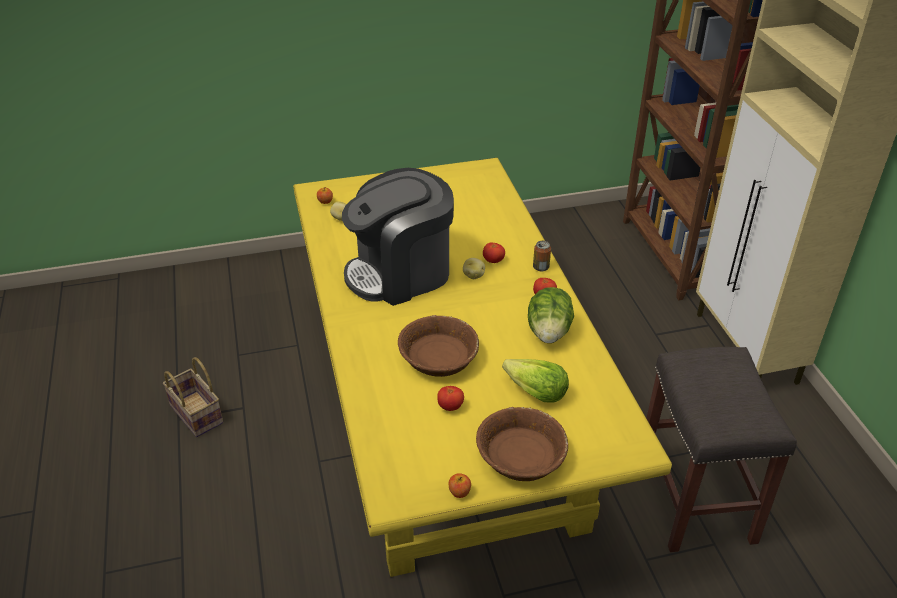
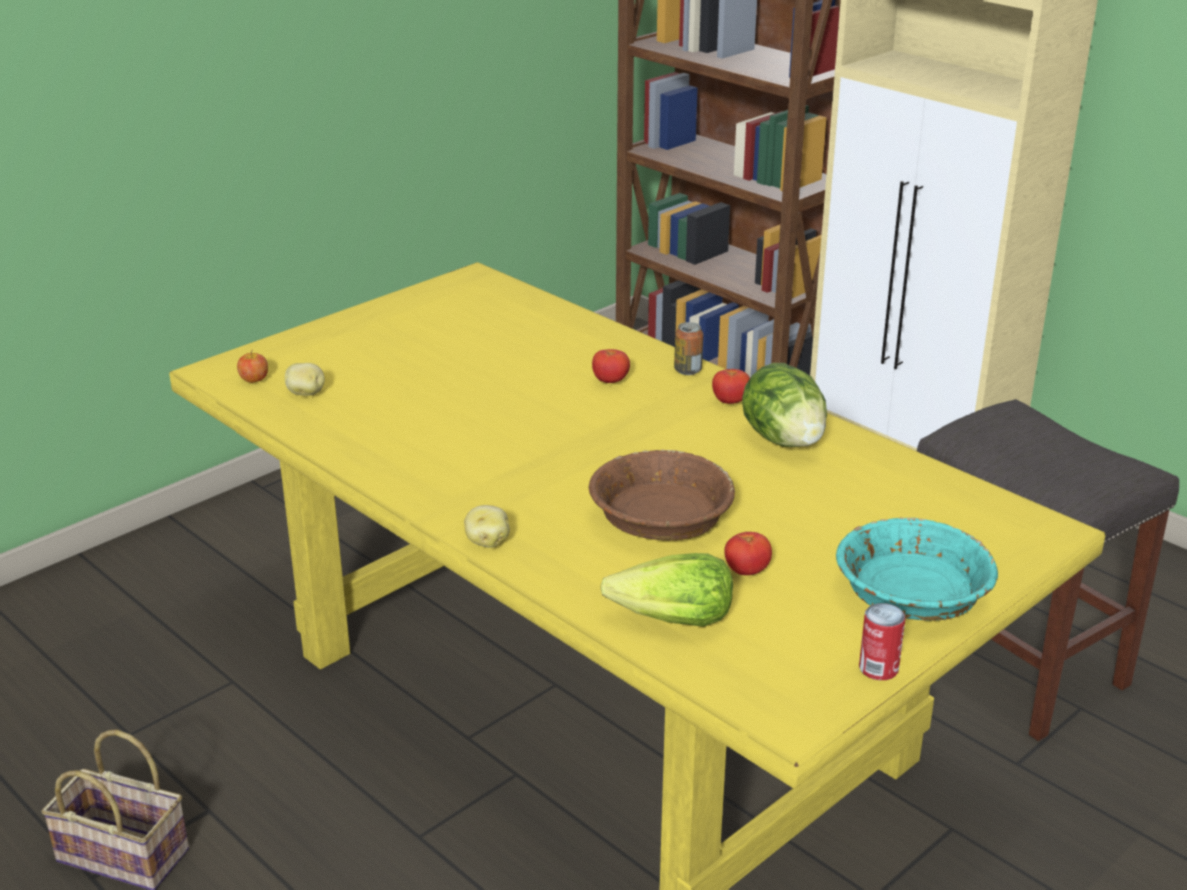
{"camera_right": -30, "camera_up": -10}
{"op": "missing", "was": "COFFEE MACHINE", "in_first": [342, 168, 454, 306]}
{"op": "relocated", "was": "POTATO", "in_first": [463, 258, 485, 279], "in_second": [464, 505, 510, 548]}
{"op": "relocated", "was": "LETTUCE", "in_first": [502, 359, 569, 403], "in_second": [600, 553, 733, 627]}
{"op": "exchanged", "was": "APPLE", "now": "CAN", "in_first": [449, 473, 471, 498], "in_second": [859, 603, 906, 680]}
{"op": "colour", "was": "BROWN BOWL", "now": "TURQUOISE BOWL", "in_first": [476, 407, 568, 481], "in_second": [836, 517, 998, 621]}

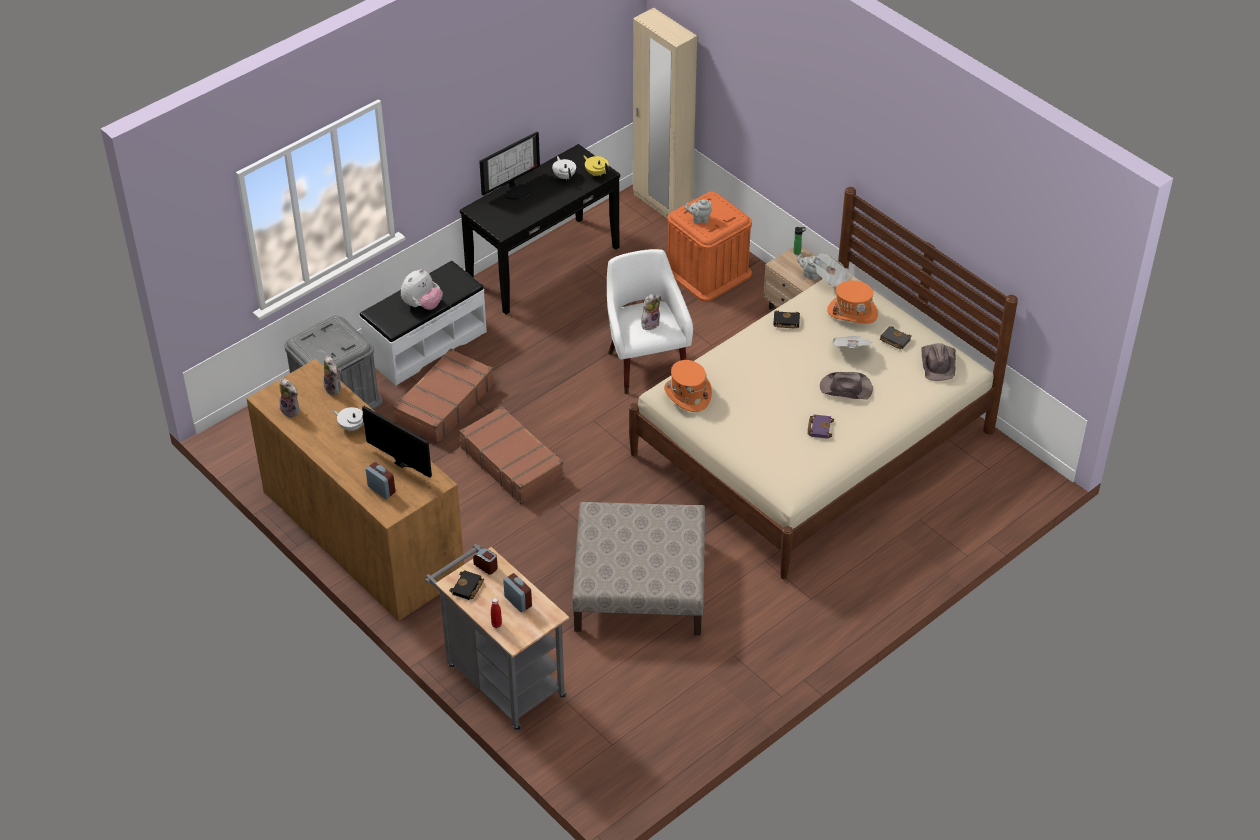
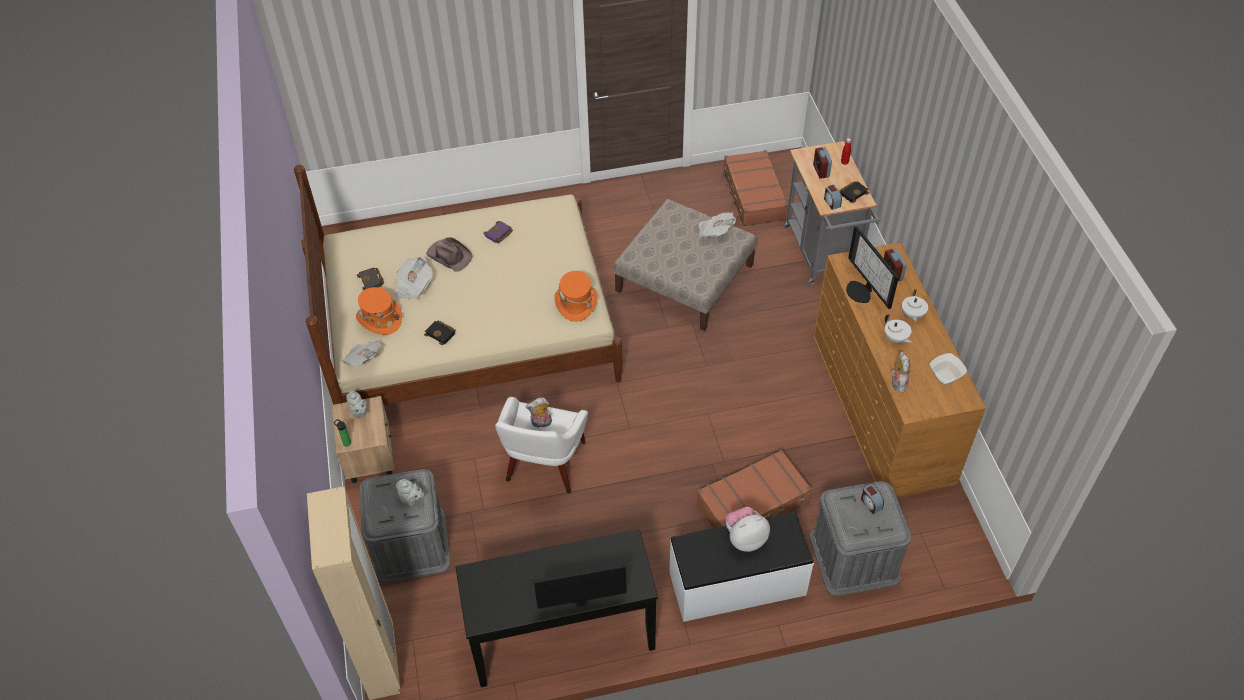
{"camera_right": -150, "camera_up": 5}
{"op": "missing", "was": "YELLOW TEAPOT", "in_first": [583, 155, 609, 176]}
{"op": "missing", "was": "BROWN HAT", "in_first": [921, 343, 956, 381]}
{"op": "appeared", "now": "NEWSPAPER", "in_second": [699, 213, 736, 238]}
{"op": "appeared", "now": "ALARM CLOCK", "in_second": [861, 484, 884, 514]}
{"op": "relocated", "was": "BROWN SUITCASE", "in_first": [460, 406, 564, 505], "in_second": [722, 150, 788, 227]}
{"op": "relocated", "was": "WHITE TEAPOT", "in_first": [552, 156, 576, 180], "in_second": [902, 289, 928, 322]}
{"op": "exchanged", "was": "PLUSH TOY", "now": "BOWL", "in_first": [279, 378, 299, 418], "in_second": [930, 353, 967, 385]}
{"op": "colour", "was": "ORANGE STORAGE BOX", "now": "GREY STORAGE BOX", "in_first": [667, 191, 752, 302], "in_second": [359, 469, 450, 583]}

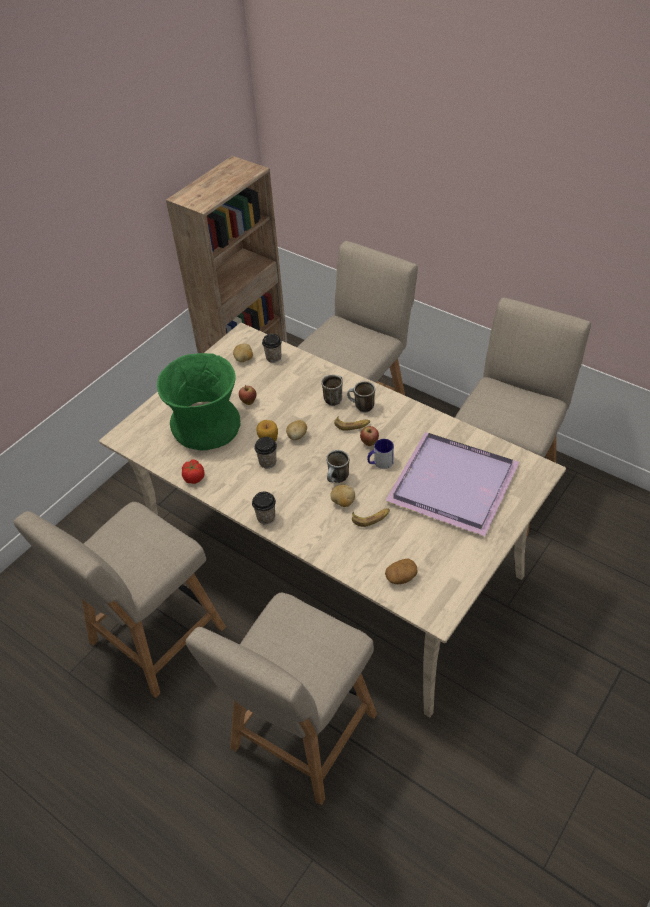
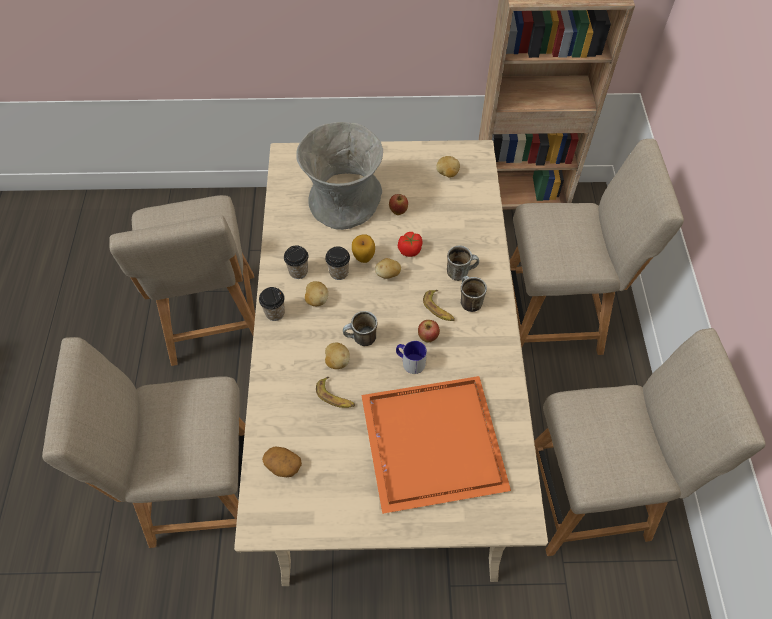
{"camera_right": 50, "camera_up": 10}
{"op": "appeared", "now": "POTATO", "in_second": [305, 281, 328, 306]}
{"op": "relocated", "was": "TOMATO", "in_first": [182, 459, 205, 484], "in_second": [398, 232, 422, 257]}
{"op": "relocated", "was": "CUP", "in_first": [262, 334, 282, 363], "in_second": [284, 245, 308, 279]}
{"op": "colour", "was": "GREEN VASE", "now": "GREY VASE", "in_first": [157, 353, 241, 450], "in_second": [297, 122, 383, 230]}
{"op": "colour", "was": "PURPLE TRAY", "now": "ORANGE TRAY", "in_first": [385, 432, 520, 536], "in_second": [361, 376, 511, 514]}
{"op": "spun", "was": "BEIGE CHAIR", "in_first": [14, 502, 226, 698], "in_second": [109, 195, 255, 366], "clockwise": -105}

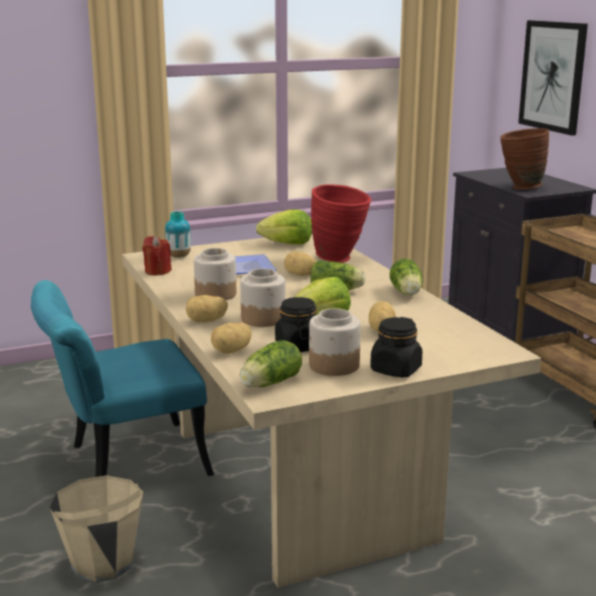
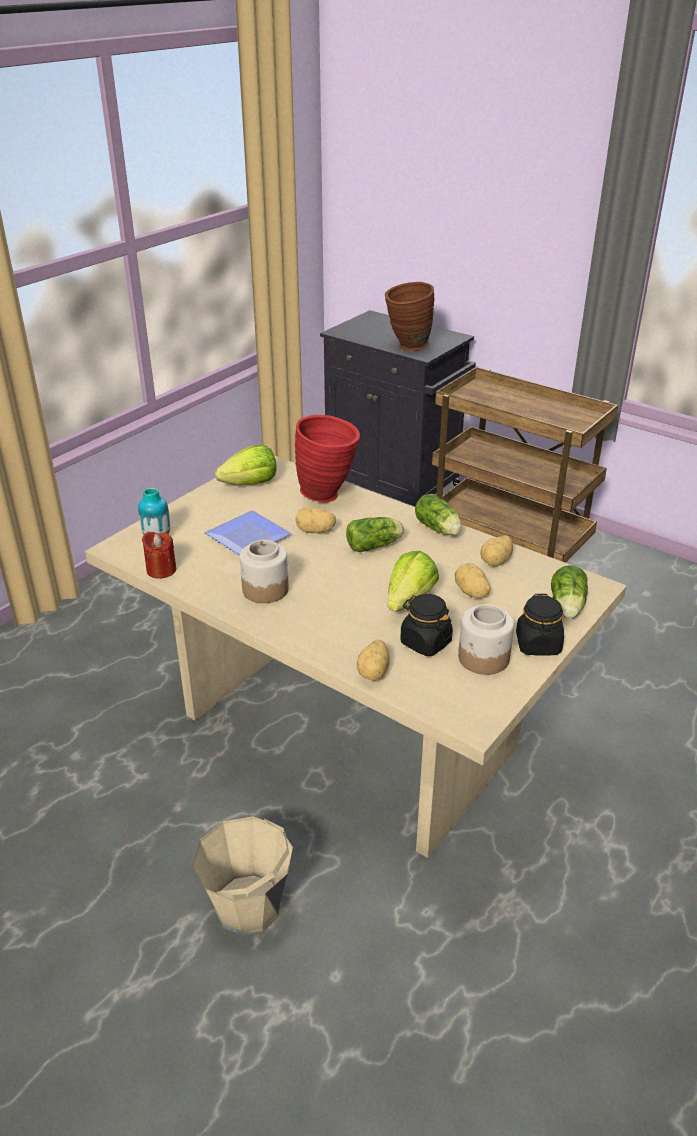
{"camera_right": -30, "camera_up": 15}
{"op": "missing", "was": "TURQUOISE CHAIR", "in_first": [31, 280, 214, 477]}
{"op": "missing", "was": "JAR", "in_first": [240, 269, 286, 327]}
{"op": "missing", "was": "PICTURE", "in_first": [518, 20, 588, 136]}
{"op": "relocated", "was": "POTATO", "in_first": [186, 295, 228, 322], "in_second": [480, 535, 513, 566]}
{"op": "relocated", "was": "LETTUCE", "in_first": [240, 340, 302, 387], "in_second": [551, 565, 588, 618]}

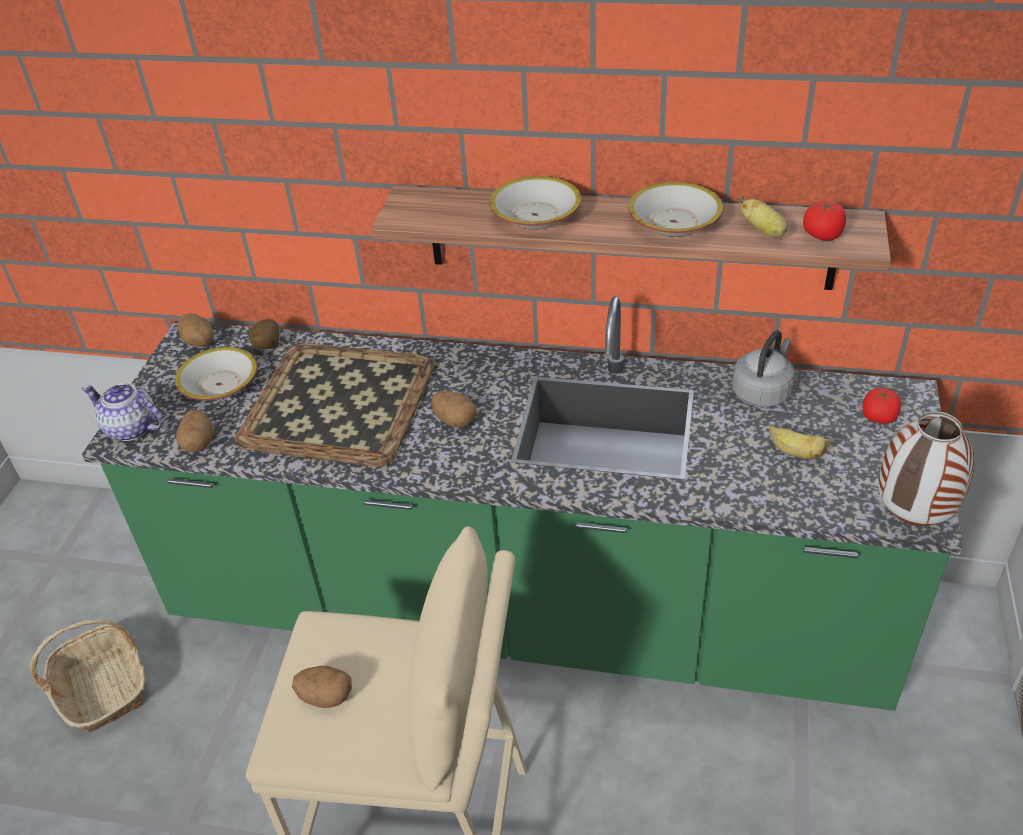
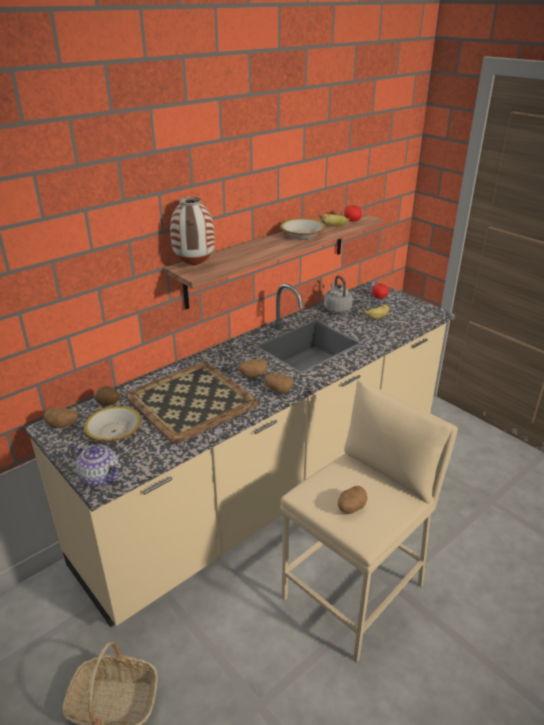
{"camera_right": -55, "camera_up": -10}
{"op": "missing", "was": "BOWL", "in_first": [489, 176, 582, 230]}
{"op": "relocated", "was": "POTATO", "in_first": [176, 410, 214, 452], "in_second": [264, 373, 294, 393]}
{"op": "relocated", "was": "VASE", "in_first": [878, 411, 975, 526], "in_second": [170, 197, 215, 266]}
{"op": "colour", "was": "GREEN COUNTER", "now": "BEIGE COUNTER", "in_first": [82, 296, 963, 711], "in_second": [25, 281, 455, 627]}
{"op": "spun", "was": "TEAPOT", "in_first": [82, 383, 164, 441], "in_second": [71, 444, 122, 487], "clockwise": -120}

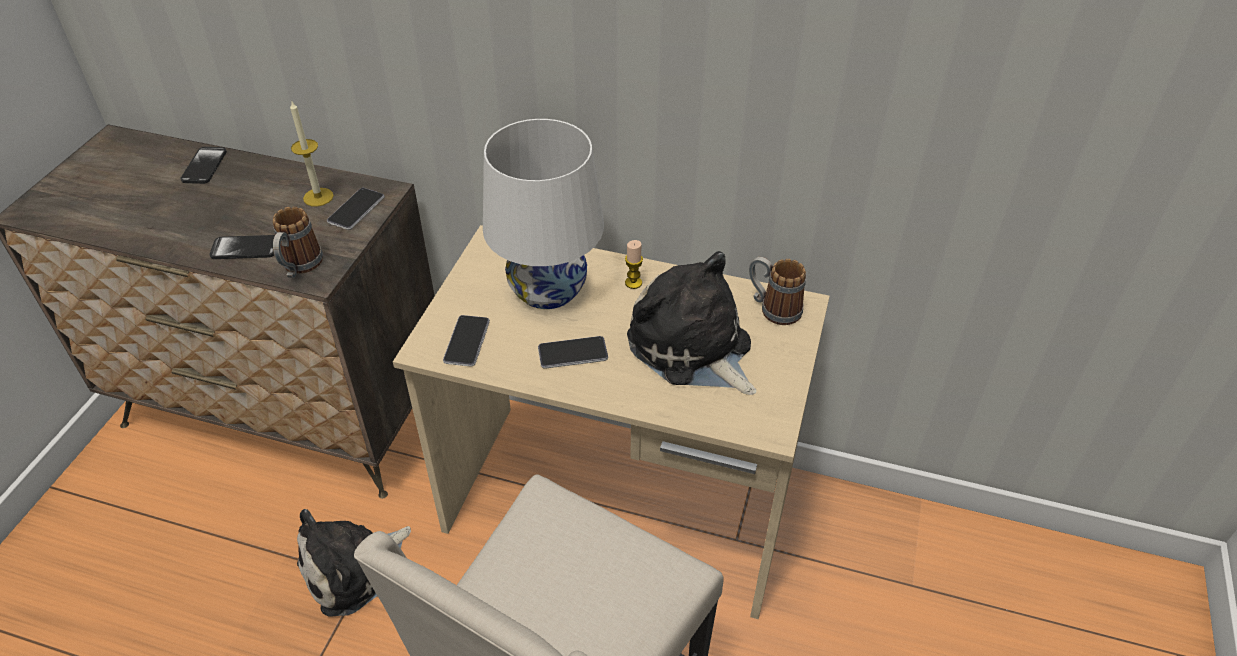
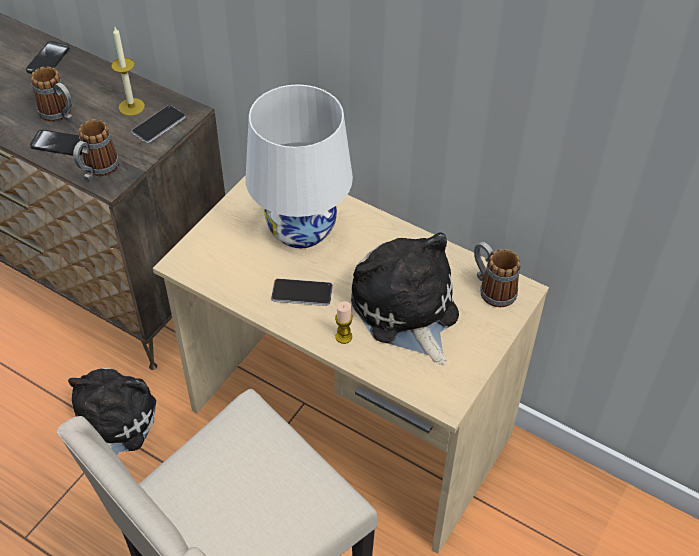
{"camera_right": 15, "camera_up": 5}
{"op": "missing", "was": "PHONE", "in_first": [443, 315, 490, 367]}
{"op": "appeared", "now": "MUG", "in_second": [31, 66, 72, 122]}
{"op": "relocated", "was": "CANDLE", "in_first": [625, 240, 643, 289], "in_second": [335, 301, 353, 344]}
{"op": "spun", "was": "PLUSH TOY", "in_first": [297, 509, 411, 617], "in_second": [68, 368, 156, 455], "clockwise": 120}

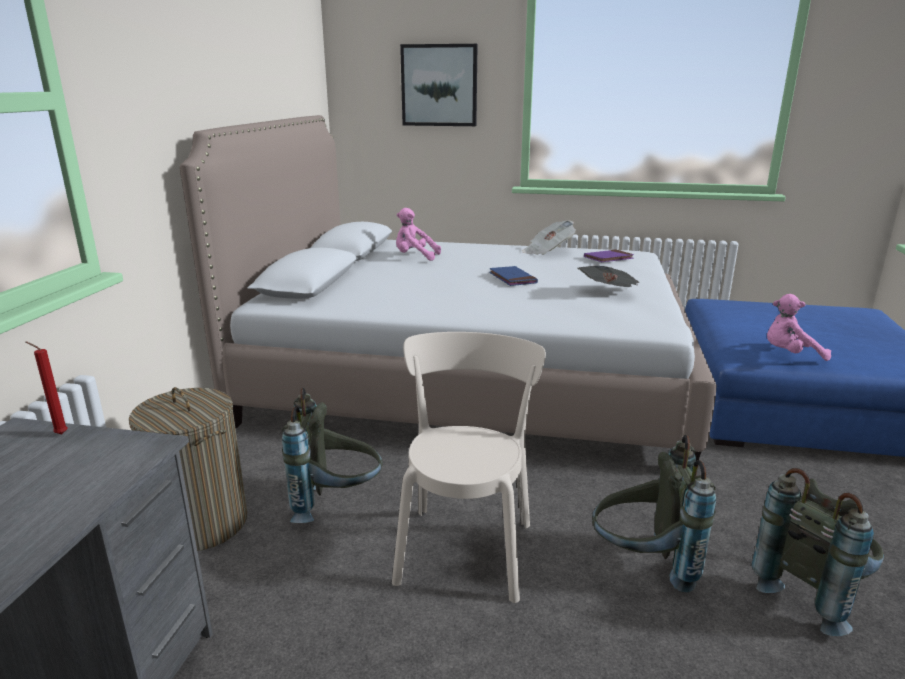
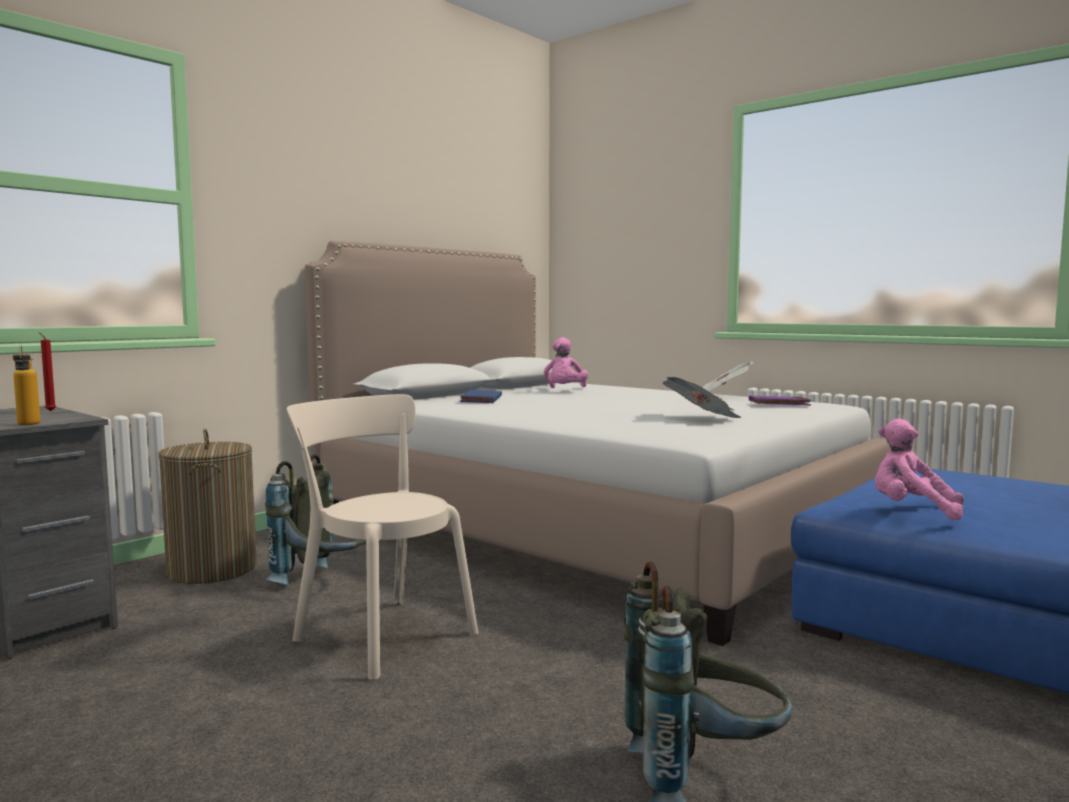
{"camera_right": 30, "camera_up": -15}
{"op": "missing", "was": "PICTURE", "in_first": [400, 44, 478, 126]}
{"op": "missing", "was": "GREY BACKPACK", "in_first": [592, 435, 716, 593]}
{"op": "appeared", "now": "BOTTLE", "in_second": [13, 345, 40, 425]}
{"op": "relocated", "was": "BLUE BOOK", "in_first": [489, 266, 538, 286], "in_second": [460, 390, 502, 403]}
{"op": "spun", "was": "BEIGE CHAIR", "in_first": [392, 332, 546, 603], "in_second": [287, 394, 478, 680], "clockwise": -90}
{"op": "spun", "was": "PINK PLUSH TOY", "in_first": [396, 208, 441, 261], "in_second": [544, 337, 588, 388], "clockwise": -120}

